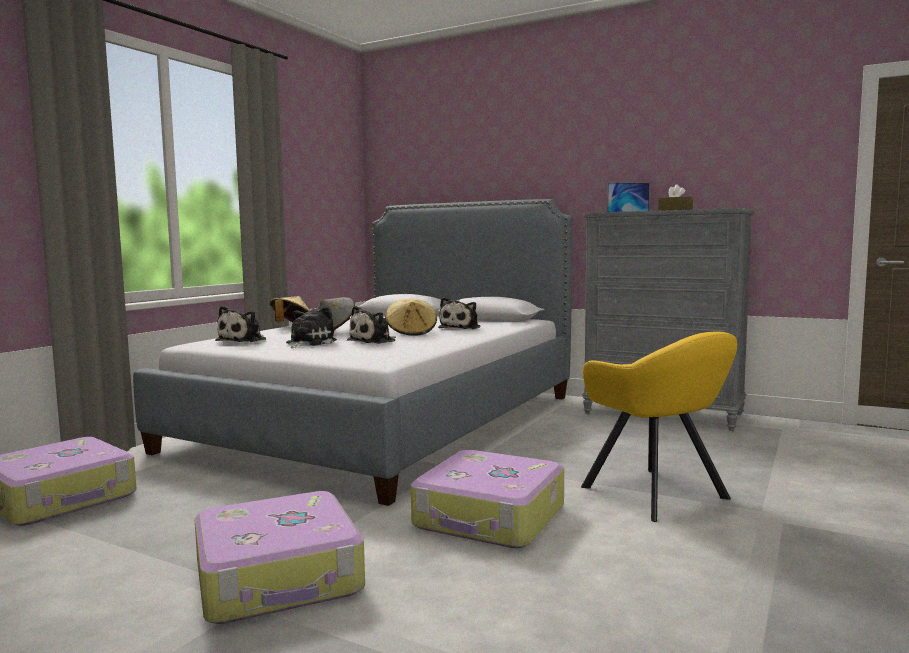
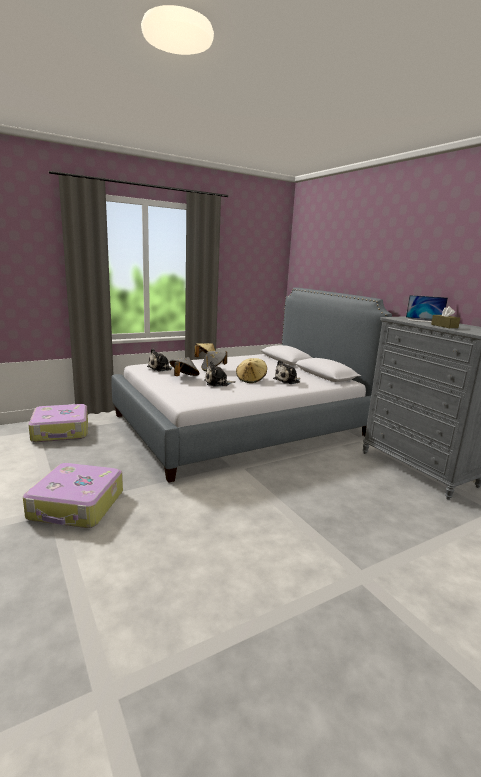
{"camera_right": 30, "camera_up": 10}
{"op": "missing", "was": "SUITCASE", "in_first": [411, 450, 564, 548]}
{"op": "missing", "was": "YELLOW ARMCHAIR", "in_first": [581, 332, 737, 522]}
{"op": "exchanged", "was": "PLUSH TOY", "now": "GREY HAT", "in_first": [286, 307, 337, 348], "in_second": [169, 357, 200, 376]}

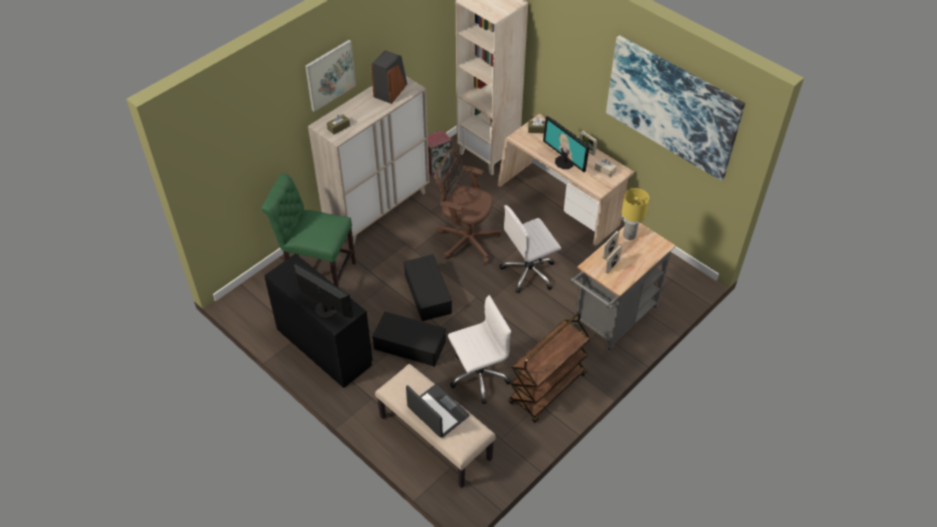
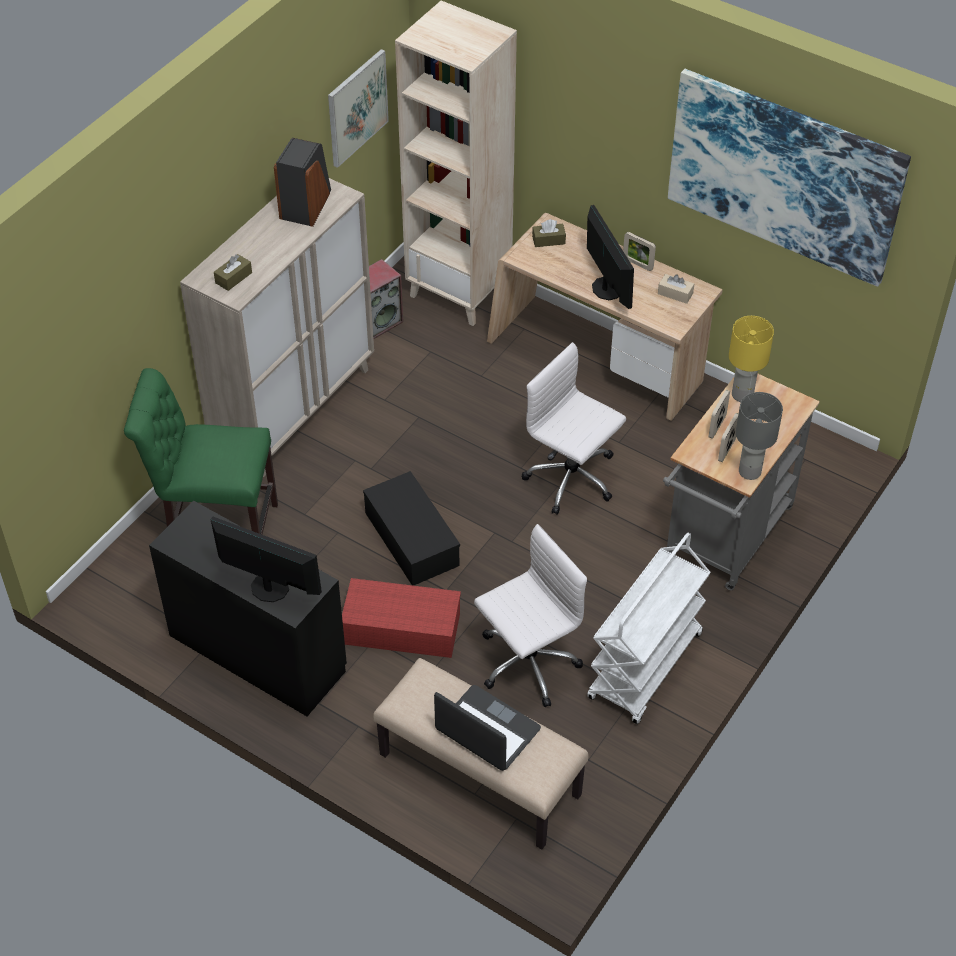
{"camera_right": -10, "camera_up": 0}
{"op": "missing", "was": "BROWN OFFICE CHAIR", "in_first": [435, 149, 501, 264]}
{"op": "appeared", "now": "GREY TABLE LAMP", "in_second": [736, 392, 783, 480]}
{"op": "relocated", "was": "PICTURE", "in_first": [305, 40, 356, 112], "in_second": [328, 49, 389, 168]}
{"op": "colour", "was": "BLACK STORAGE BOX", "now": "RED STORAGE BOX", "in_first": [372, 311, 446, 367], "in_second": [342, 578, 461, 658]}
{"op": "colour", "was": "BROWN CART", "now": "WHITE CART", "in_first": [509, 313, 591, 422], "in_second": [587, 533, 711, 724]}
{"op": "spun", "was": "WHITE OFFICE CHAIR", "in_first": [500, 205, 561, 293], "in_second": [522, 342, 626, 515], "clockwise": 75}
{"op": "spun", "was": "MONITOR", "in_first": [543, 116, 589, 172], "in_second": [587, 205, 634, 309], "clockwise": -150}

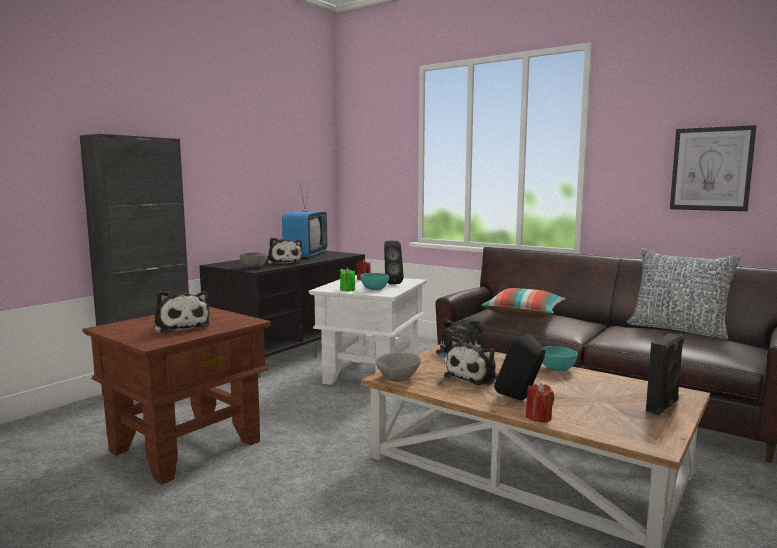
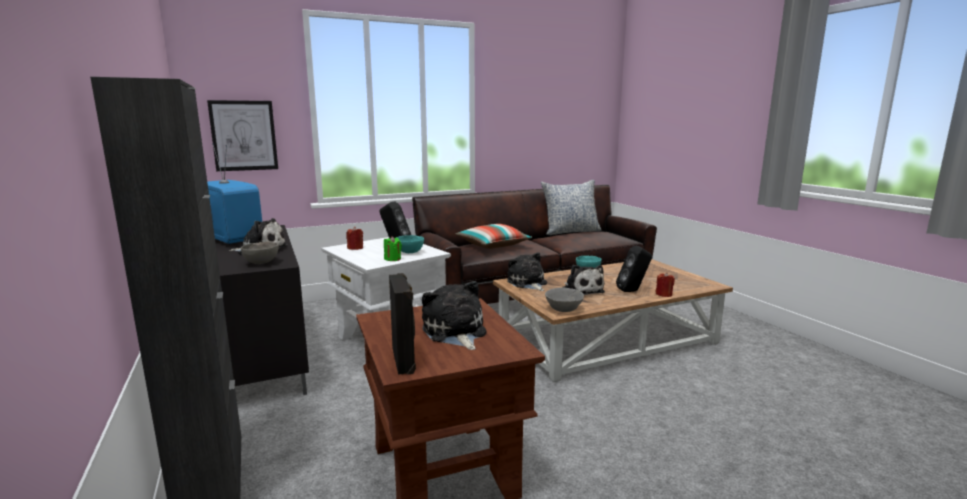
{"camera_right": -60, "camera_up": 5}
{"op": "relocated", "was": "BLACK SPEAKER", "in_first": [646, 333, 684, 415], "in_second": [389, 273, 416, 375]}
{"op": "relocated", "was": "PICTURE", "in_first": [670, 125, 757, 211], "in_second": [207, 100, 278, 171]}
{"op": "spun", "was": "PLUSH TOY", "in_first": [154, 291, 210, 334], "in_second": [422, 281, 486, 350], "clockwise": -105}

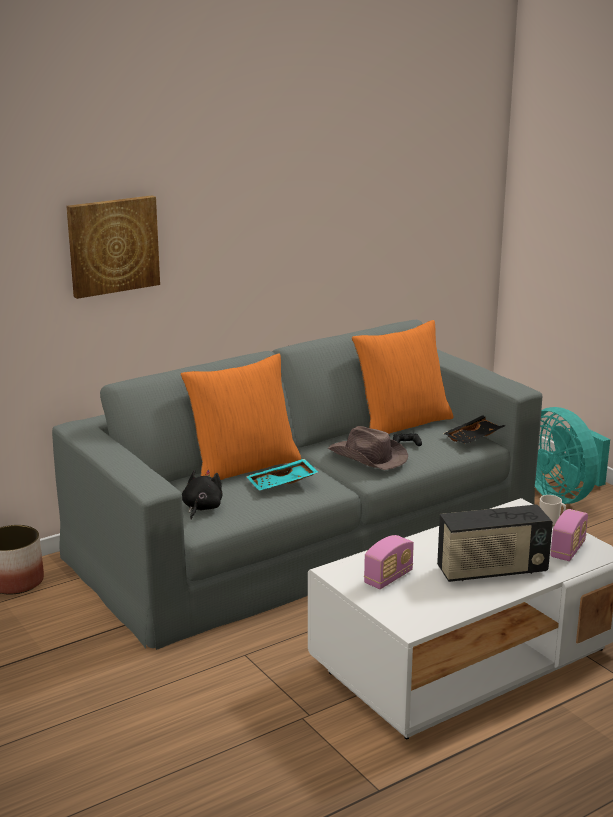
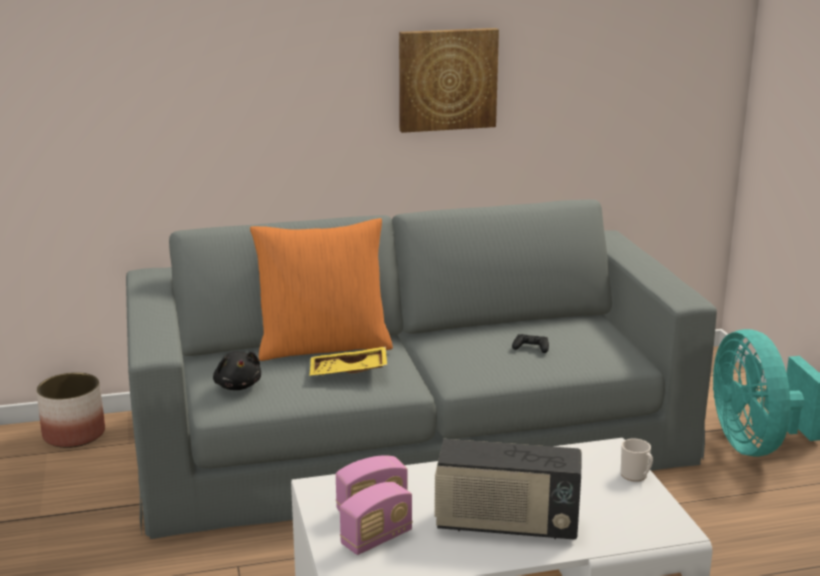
{"camera_right": 20, "camera_up": 0}
{"op": "missing", "was": "BROWN HAT", "in_first": [328, 426, 408, 470]}
{"op": "missing", "was": "ORANGE PILLOW", "in_first": [352, 320, 454, 434]}
{"op": "missing", "was": "BLACK TRAY", "in_first": [443, 415, 505, 444]}
{"op": "relocated", "was": "PICTURE", "in_first": [67, 195, 160, 299], "in_second": [399, 28, 499, 133]}
{"op": "relocated", "was": "RADIO", "in_first": [551, 509, 588, 561], "in_second": [340, 482, 413, 555]}
{"op": "colour", "was": "TURQUOISE TRAY", "now": "YELLOW TRAY", "in_first": [246, 459, 319, 491], "in_second": [309, 346, 387, 376]}
{"op": "spun", "was": "BLACK PLUSH TOY", "in_first": [182, 470, 223, 520], "in_second": [213, 351, 261, 390], "clockwise": 120}

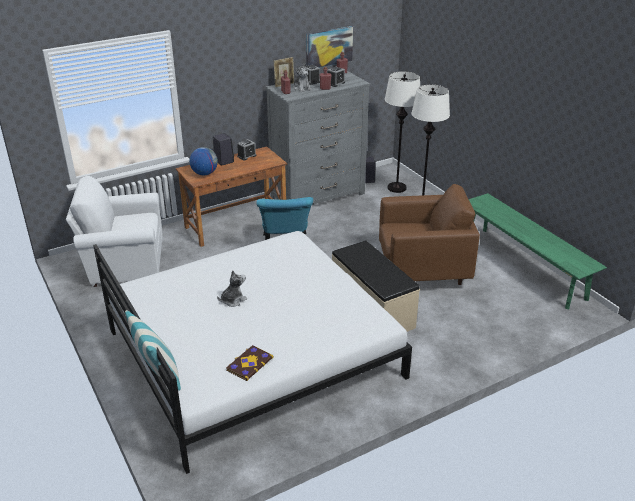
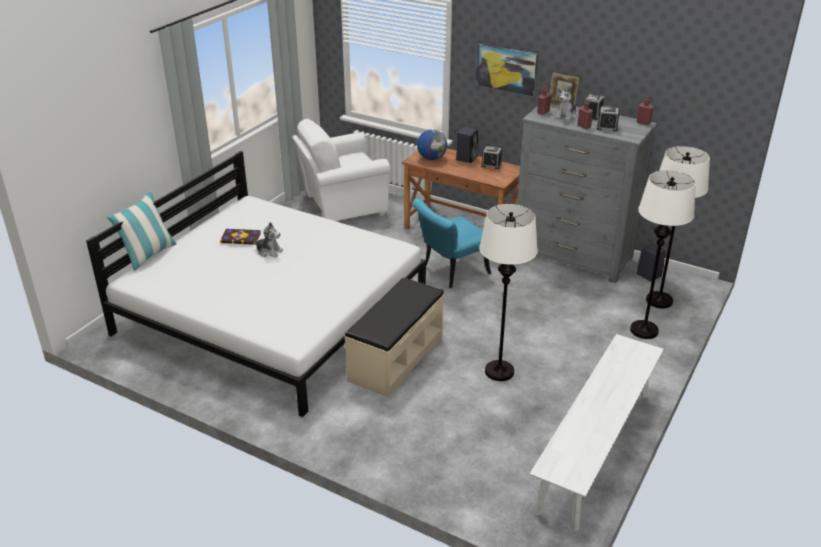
{"camera_right": 60, "camera_up": 0}
{"op": "relocated", "was": "BOOK", "in_first": [226, 345, 273, 381], "in_second": [220, 229, 261, 245]}
{"op": "relocated", "was": "PICTURE", "in_first": [306, 26, 353, 68], "in_second": [476, 43, 538, 97]}
{"op": "exchanged", "was": "BROWN ARMCHAIR", "now": "WHITE FLOOR LAMP", "in_first": [379, 184, 480, 285], "in_second": [479, 204, 538, 381]}
{"op": "colour", "was": "GREEN BENCH", "now": "WHITE BENCH", "in_first": [469, 193, 607, 309], "in_second": [530, 334, 664, 531]}
{"op": "spun", "was": "WHITE ARMCHAIR", "in_first": [66, 176, 163, 287], "in_second": [292, 119, 390, 221], "clockwise": -75}

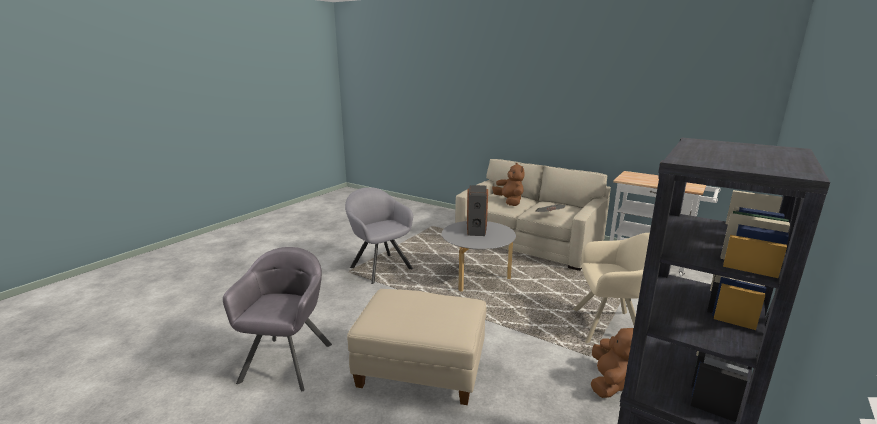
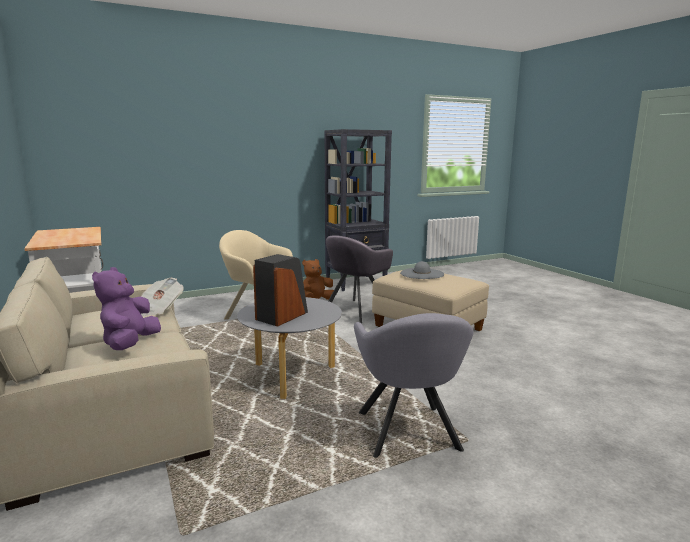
{"camera_right": -150, "camera_up": -5}
{"op": "appeared", "now": "GREY HAT", "in_second": [400, 261, 444, 279]}
{"op": "relocated", "was": "GREY ARMCHAIR", "in_first": [223, 247, 332, 391], "in_second": [326, 235, 393, 323]}
{"op": "colour", "was": "BROWN PLUSH TOY", "now": "PURPLE PLUSH TOY", "in_first": [492, 163, 525, 206], "in_second": [92, 267, 161, 350]}

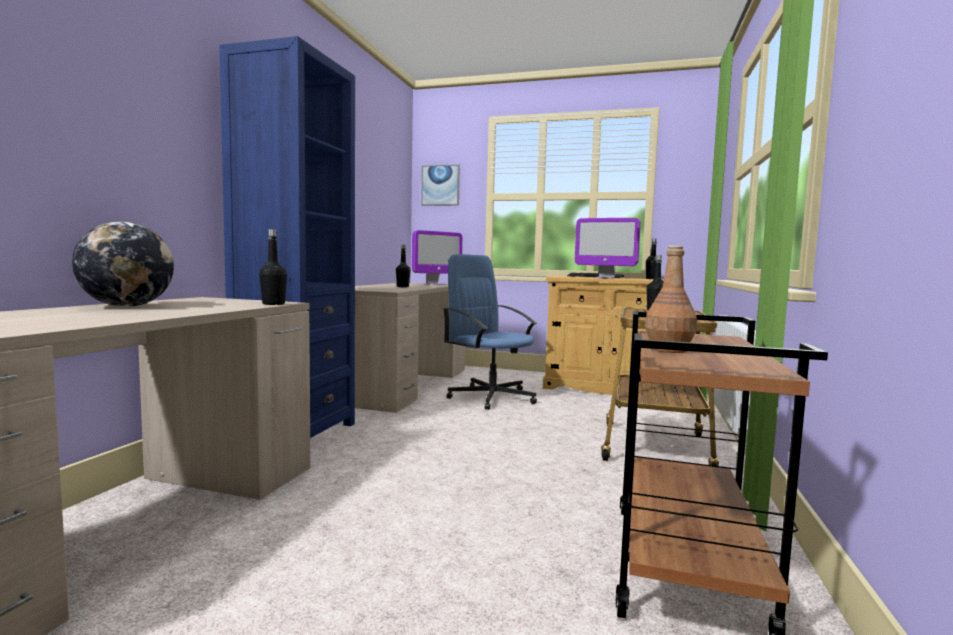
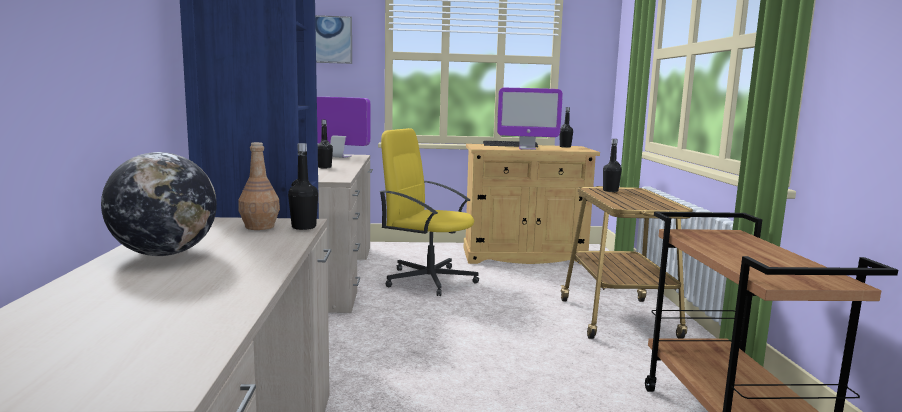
{"camera_right": -20, "camera_up": 5}
{"op": "relocated", "was": "BROWN BOTTLE", "in_first": [645, 246, 697, 353], "in_second": [238, 142, 280, 230]}
{"op": "colour", "was": "BLUE OFFICE CHAIR", "now": "YELLOW OFFICE CHAIR", "in_first": [443, 254, 537, 410], "in_second": [379, 128, 479, 296]}
{"op": "spun", "was": "MONITOR", "in_first": [412, 230, 462, 285], "in_second": [317, 97, 370, 158], "clockwise": -105}

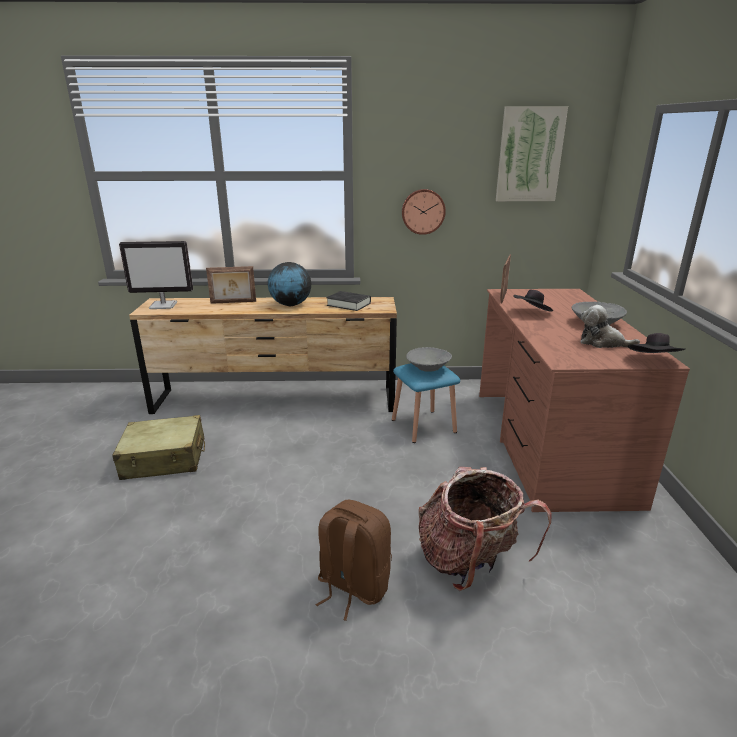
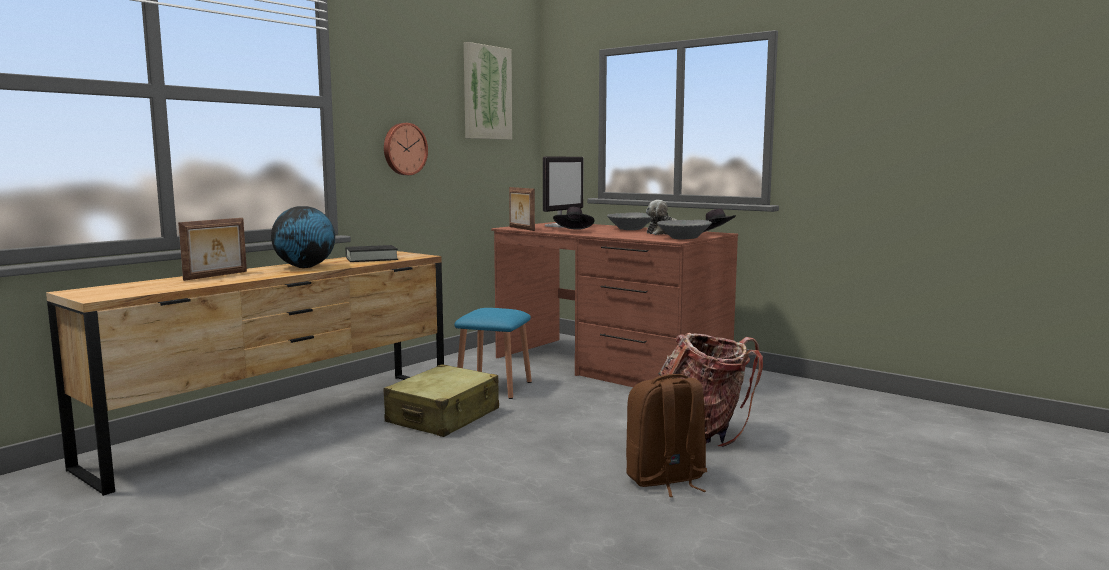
{"camera_right": -50, "camera_up": -15}
{"op": "relocated", "was": "BEIGE SUITCASE", "in_first": [112, 415, 205, 480], "in_second": [384, 364, 499, 437]}
{"op": "relocated", "was": "MONITOR", "in_first": [119, 241, 193, 309], "in_second": [543, 157, 584, 228]}
{"op": "relocated", "was": "GREY BOWL", "in_first": [406, 347, 452, 372], "in_second": [657, 220, 712, 240]}

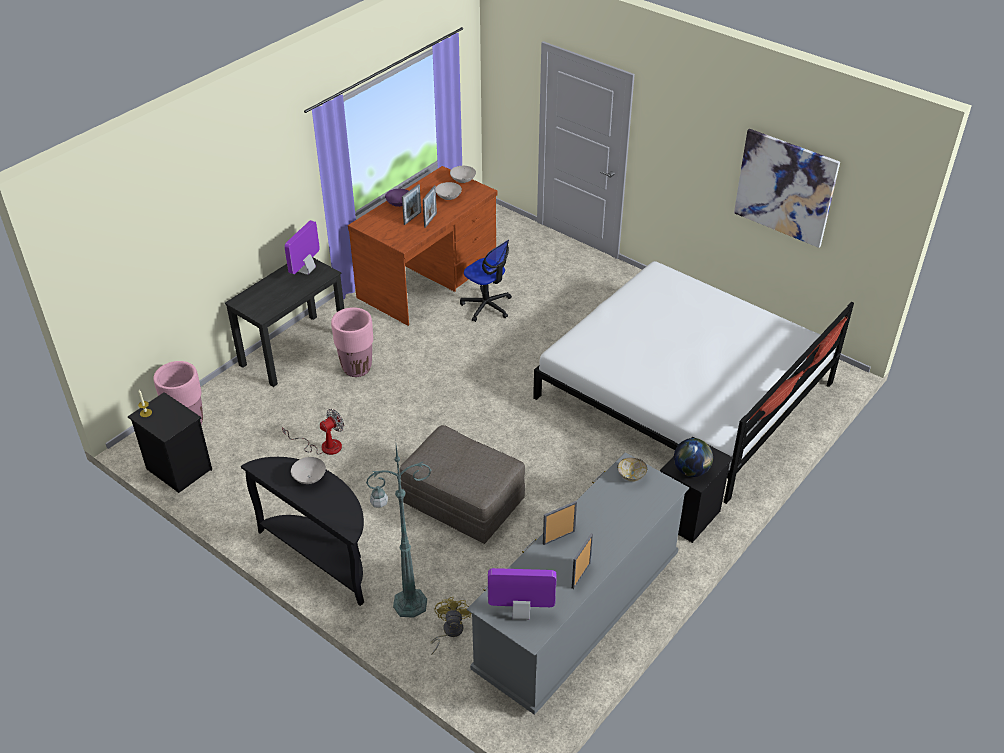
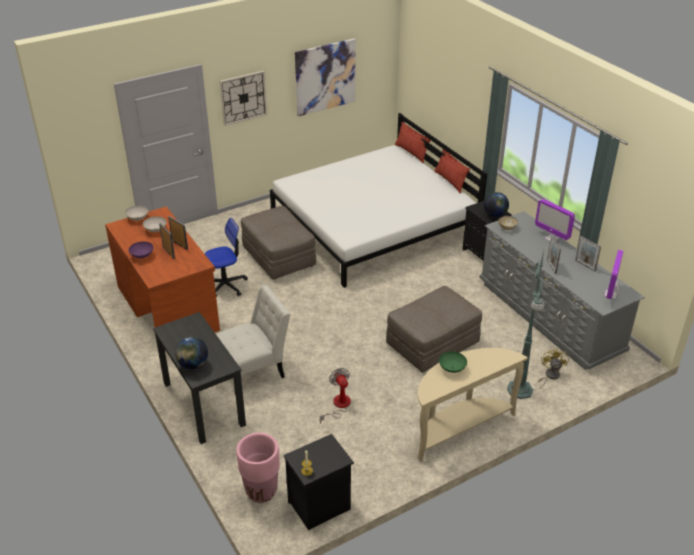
{"camera_right": -70, "camera_up": -5}
{"op": "appeared", "now": "GLOBE", "in_second": [175, 337, 208, 369]}
{"op": "appeared", "now": "WALL CLOCK", "in_second": [220, 71, 267, 126]}
{"op": "appeared", "now": "GREY OTTOMAN", "in_second": [241, 206, 316, 280]}
{"op": "relocated", "was": "MONITOR", "in_first": [284, 220, 320, 275], "in_second": [535, 199, 575, 241]}
{"op": "exchanged", "was": "PINK PLANTER", "now": "WHITE CHAIR", "in_first": [331, 307, 373, 377], "in_second": [216, 285, 290, 390]}
{"op": "colour", "was": "BLACK CONSOLE TABLE", "now": "BEIGE CONSOLE TABLE", "in_first": [241, 457, 364, 606], "in_second": [418, 348, 528, 462]}
{"op": "colour", "was": "WHITE BOWL", "now": "GREEN BOWL", "in_first": [291, 457, 326, 484], "in_second": [439, 351, 467, 373]}
{"op": "spun", "was": "YELLOW FAN", "in_first": [431, 597, 471, 655], "in_second": [538, 348, 569, 389], "clockwise": 75}

